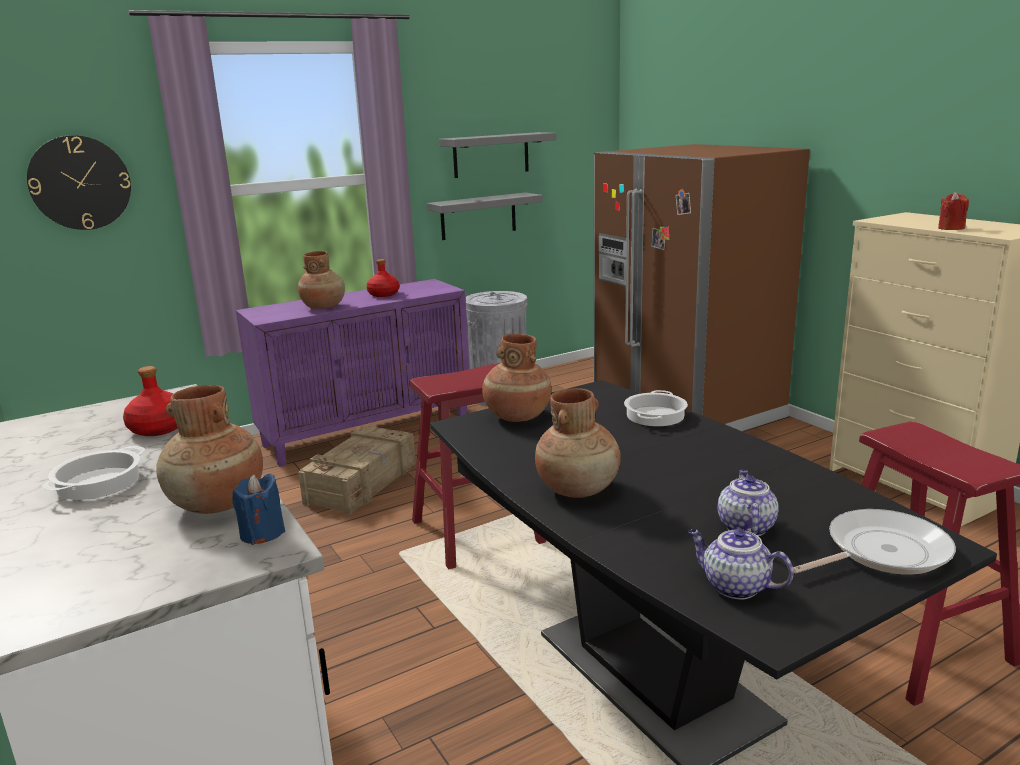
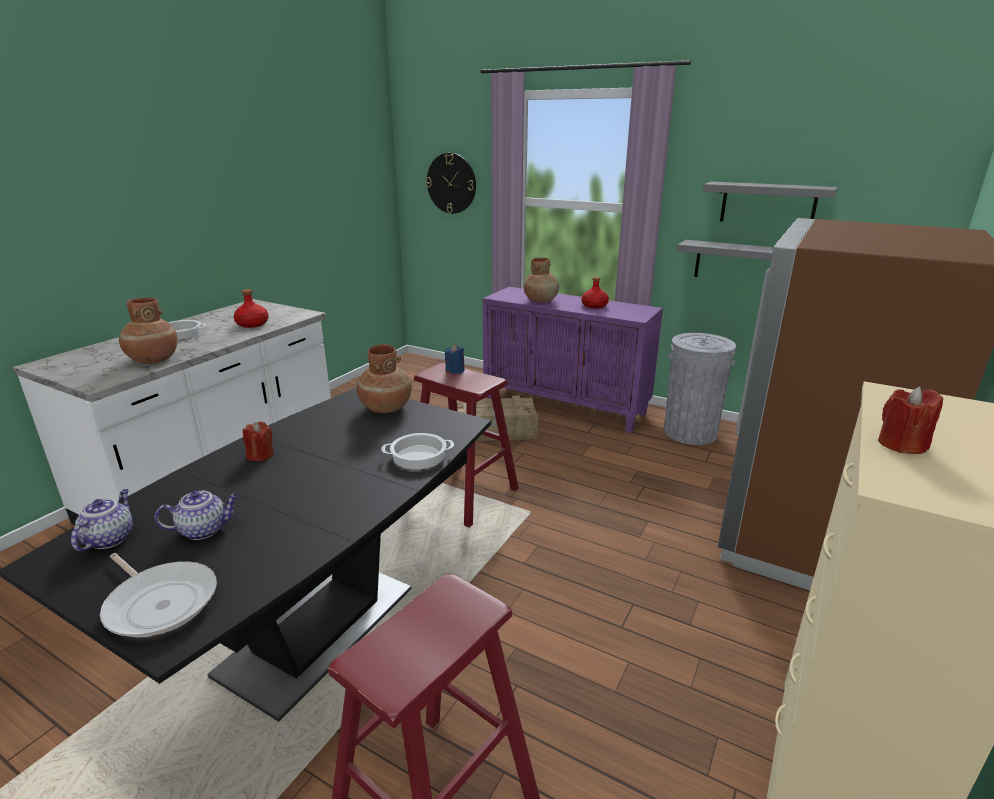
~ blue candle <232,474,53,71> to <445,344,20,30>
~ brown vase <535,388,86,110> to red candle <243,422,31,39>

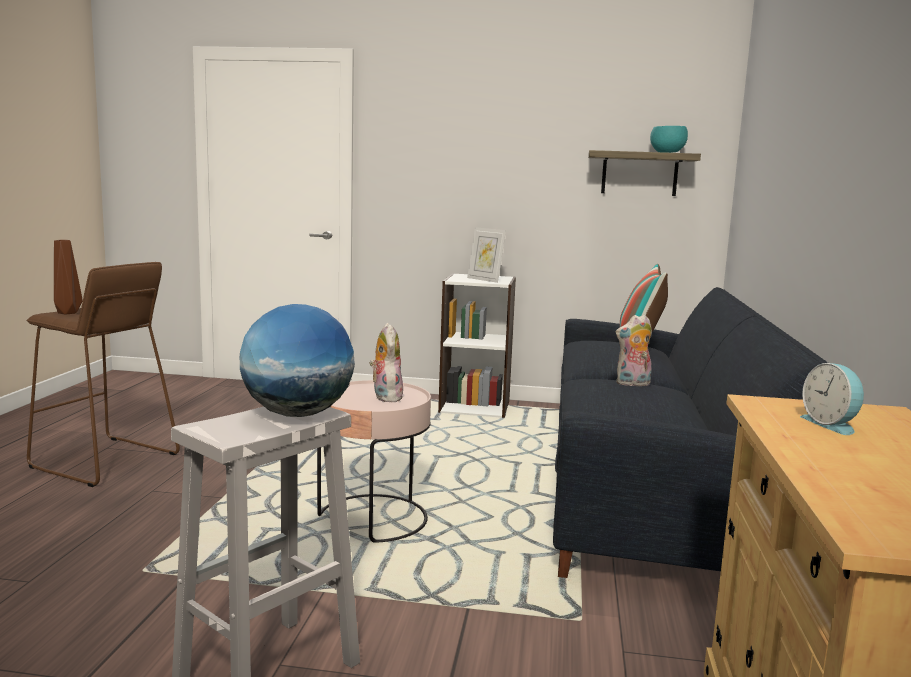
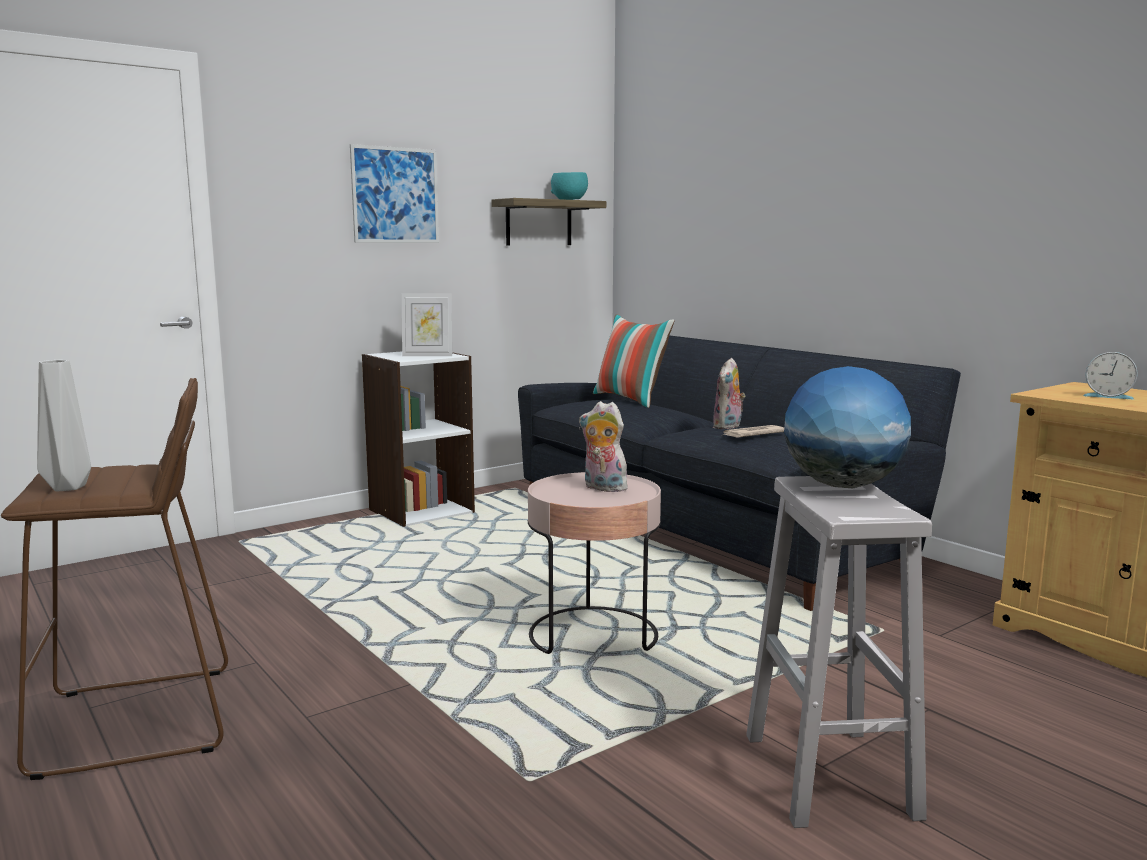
+ picture <350,144,89,99>
+ newspaper <723,425,61,13>
~ brown vase <54,240,29,74> to grey vase <37,360,54,131>

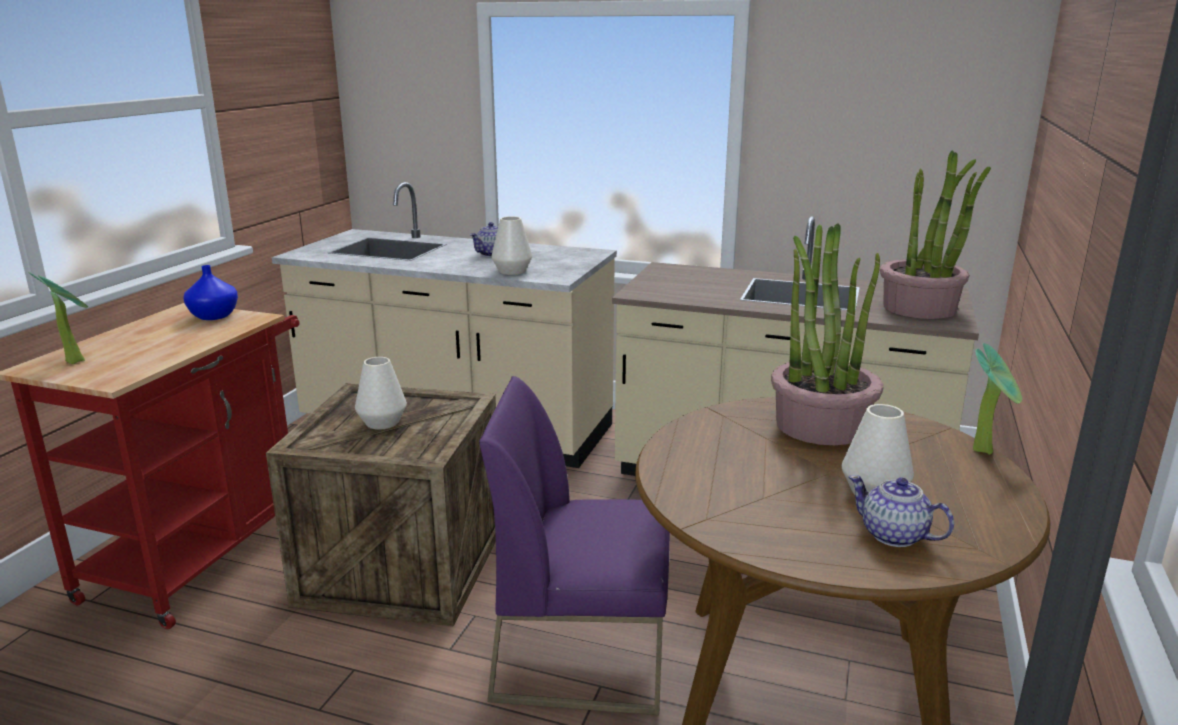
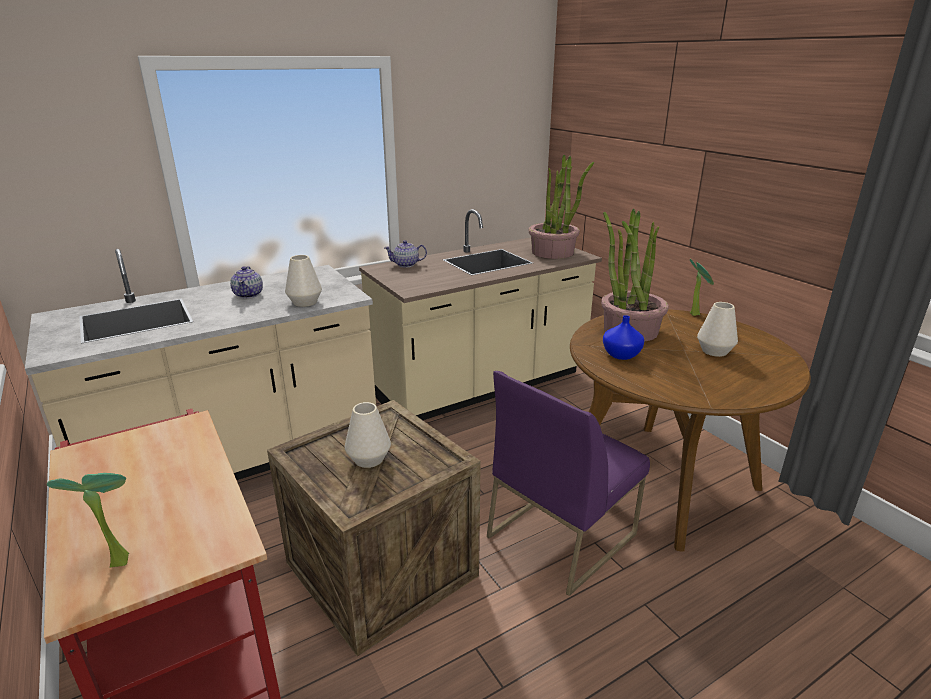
~ blue vase <183,265,55,55> to <603,315,41,45>
~ teapot <848,475,106,72> to <384,240,43,28>

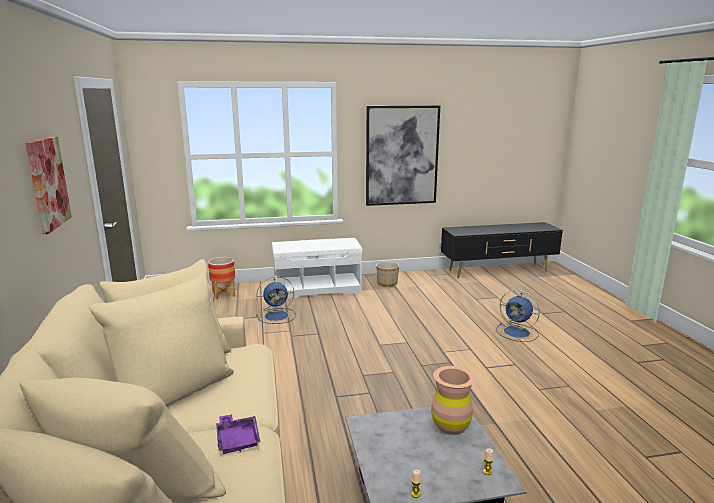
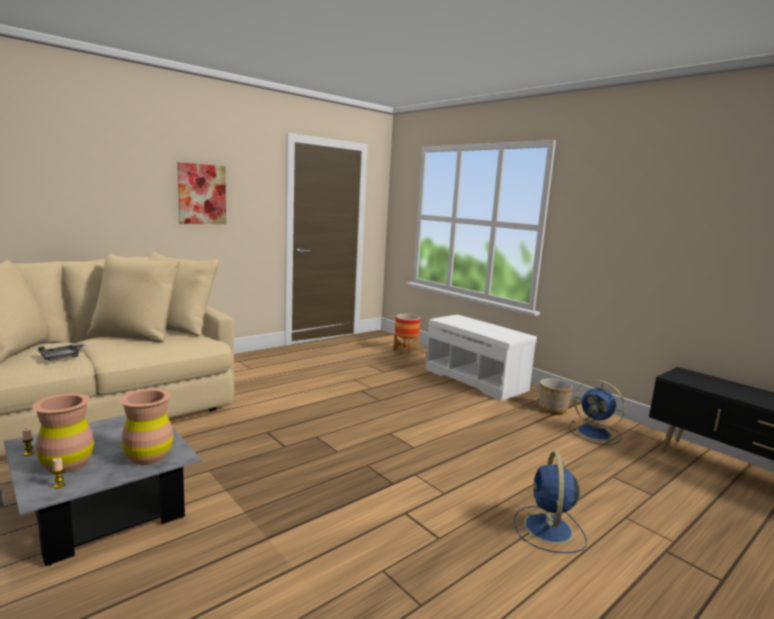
- picture <366,105,74,101>
+ brown vase <32,393,62,81>
~ blue fan <256,276,40,48> to <569,380,56,65>
~ purple tray <216,414,44,40> to grey tray <38,344,48,17>

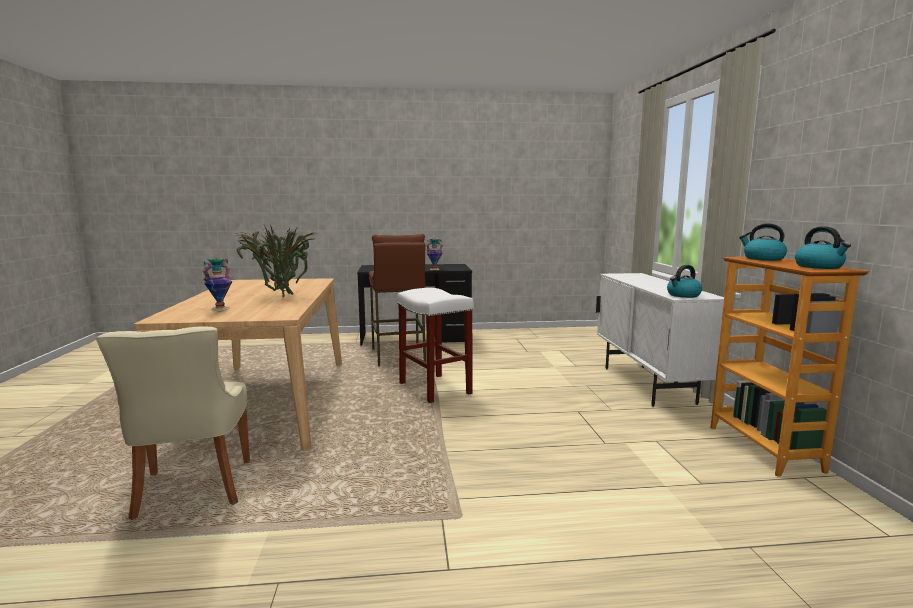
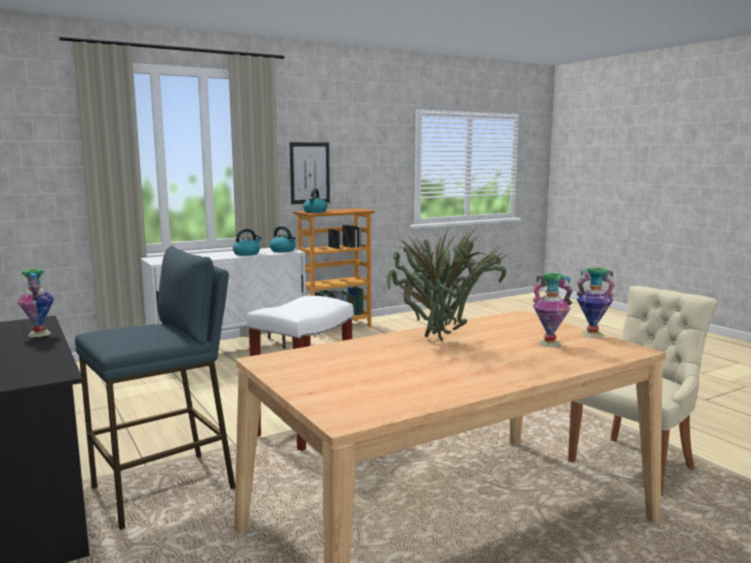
+ picture <290,142,40,62>
+ vase <577,267,39,71>
~ kettle <795,226,56,43> to <233,229,28,27>
~ brown stool <369,234,57,132> to blue stool <75,246,161,284>

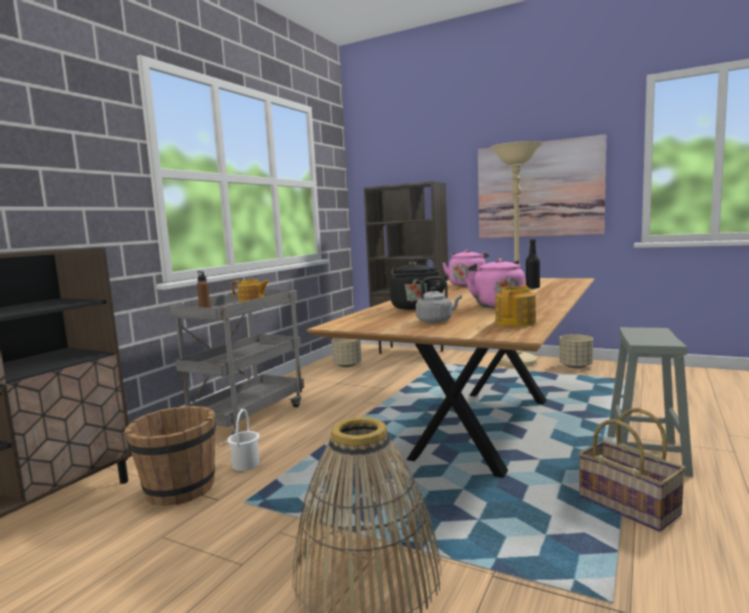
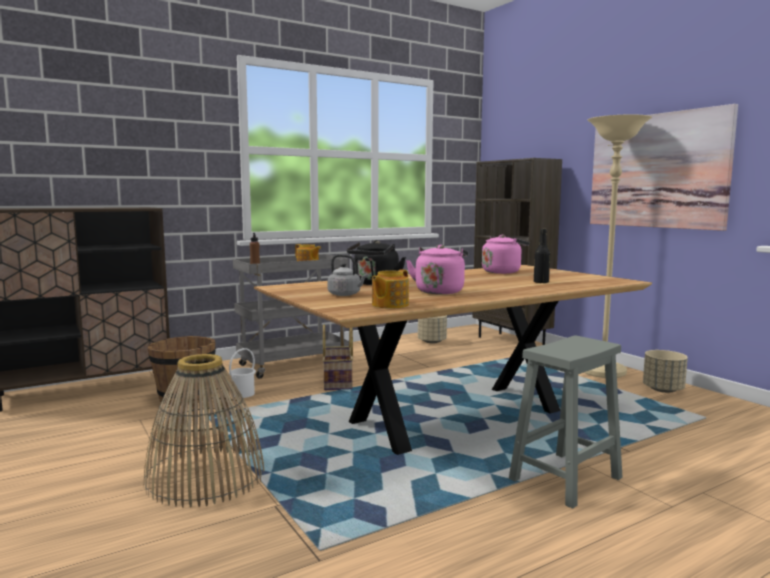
~ basket <578,408,108,124> to <323,325,30,65>
~ teapot <496,285,40,42> = <372,269,37,40> 150 degrees clockwise

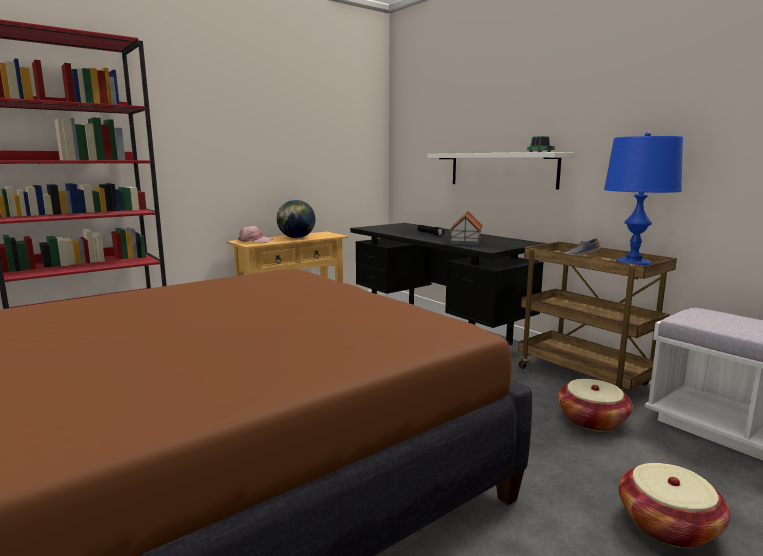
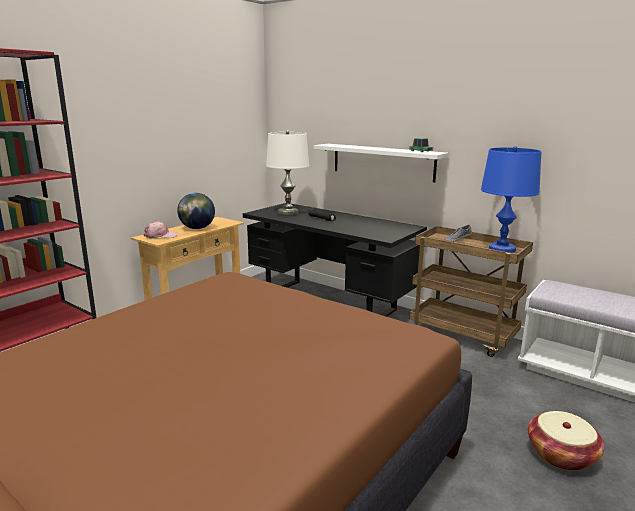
- toy house <449,211,34,34>
- basket <558,379,74,52>
+ white table lamp <266,130,43,85>

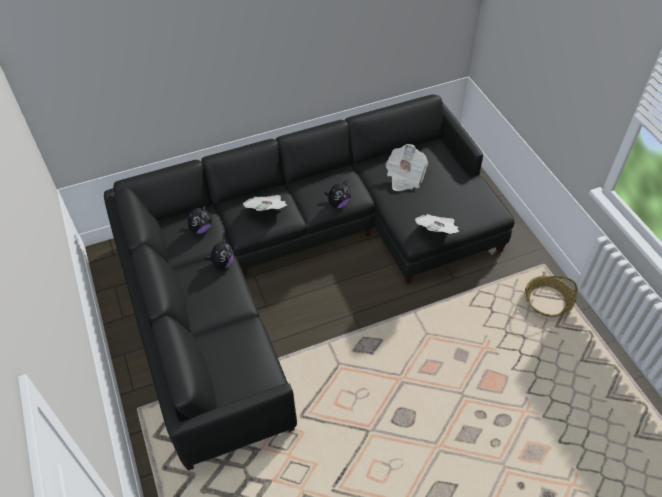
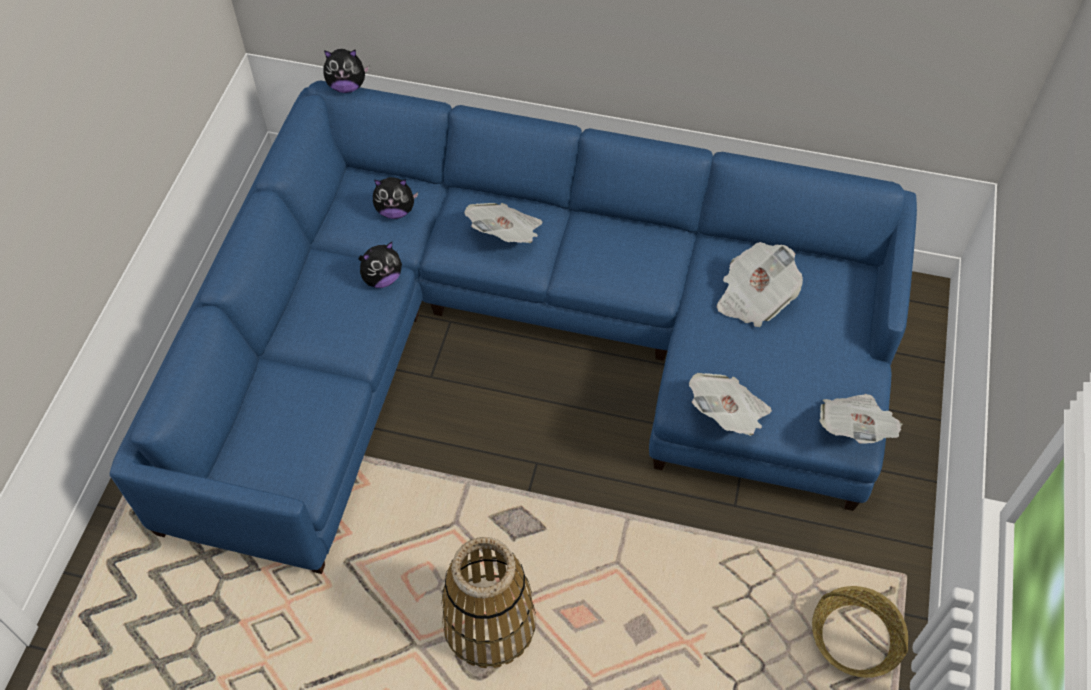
+ basket <442,537,94,131>
+ newspaper <819,394,84,50>
~ plush toy <325,180,26,28> to <324,49,45,44>
~ black sofa <104,95,411,376> to blue sofa <110,81,807,493>

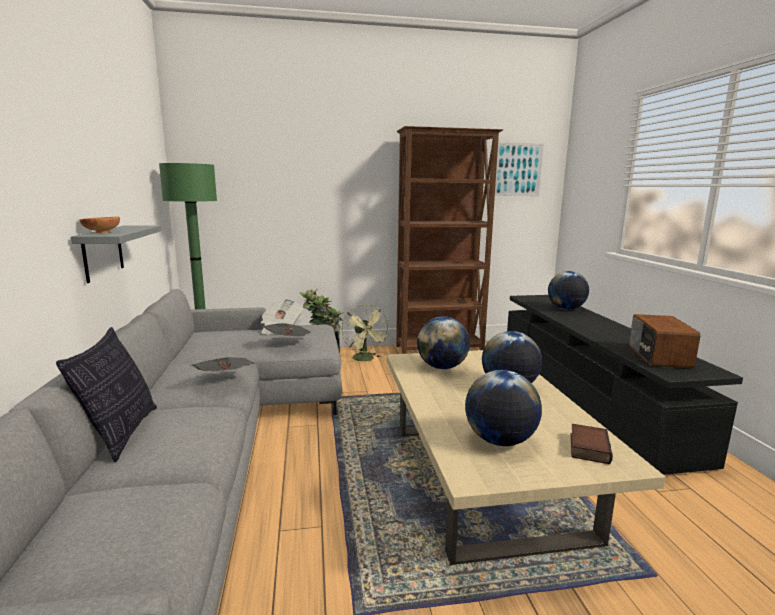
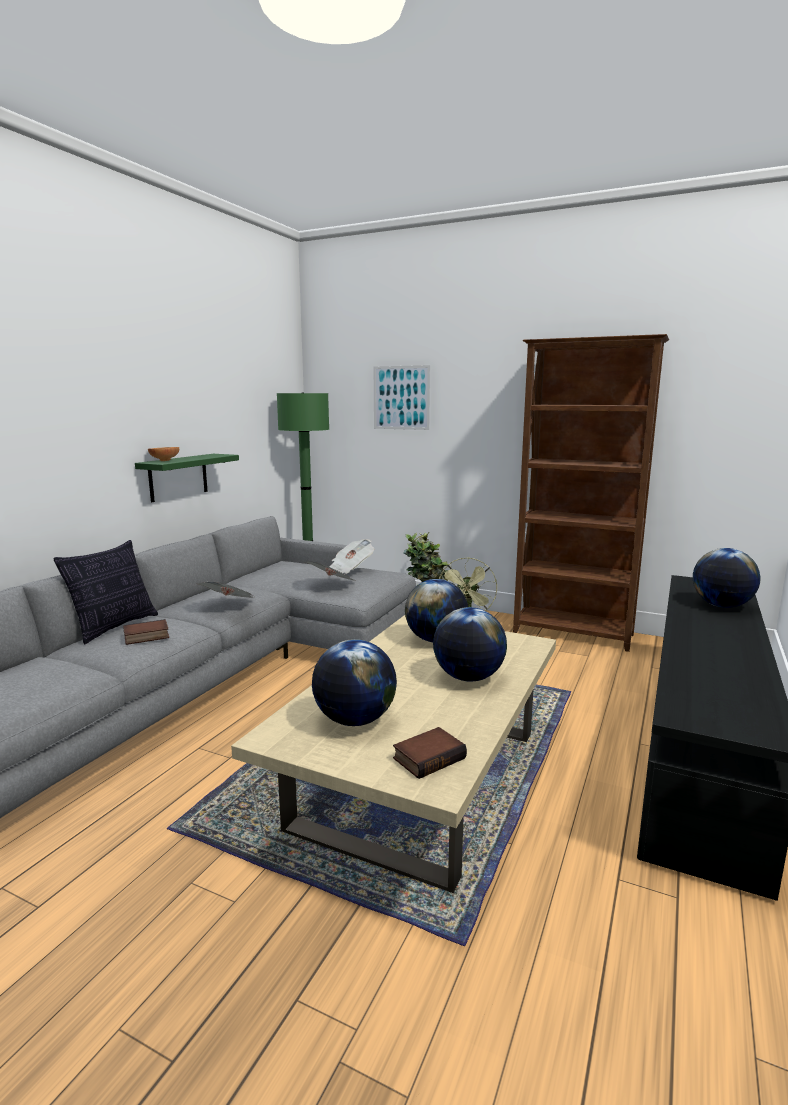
- radio <629,314,71,54>
+ book <123,619,46,26>
~ picture <495,143,49,53> to <374,365,56,65>
~ grey shelf <71,225,90,58> to green shelf <135,454,104,48>

